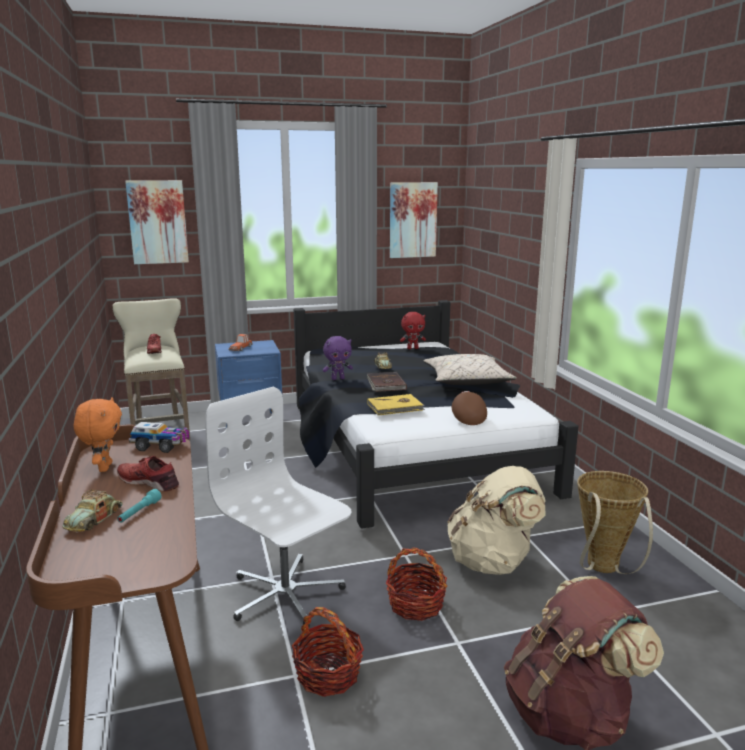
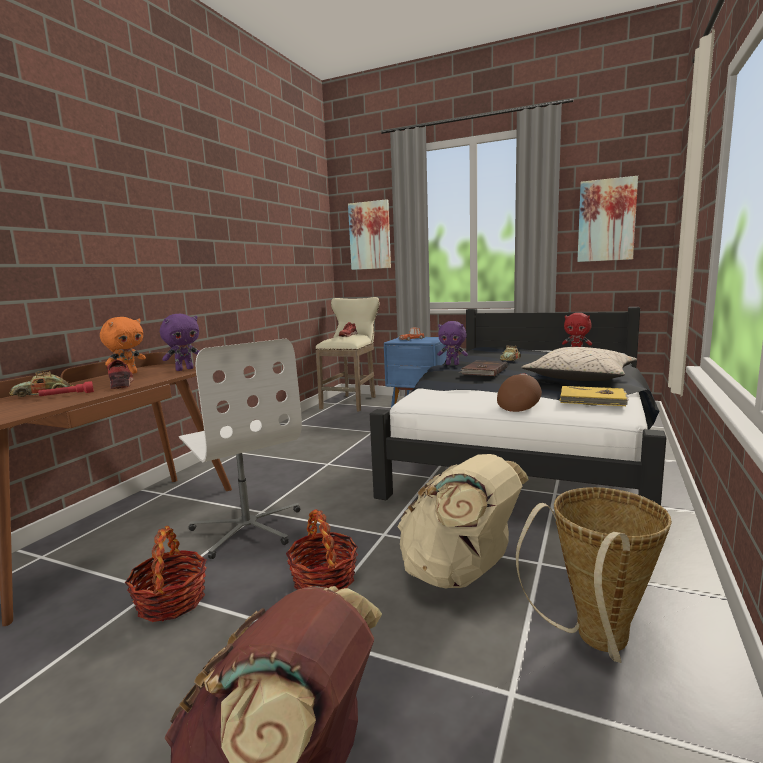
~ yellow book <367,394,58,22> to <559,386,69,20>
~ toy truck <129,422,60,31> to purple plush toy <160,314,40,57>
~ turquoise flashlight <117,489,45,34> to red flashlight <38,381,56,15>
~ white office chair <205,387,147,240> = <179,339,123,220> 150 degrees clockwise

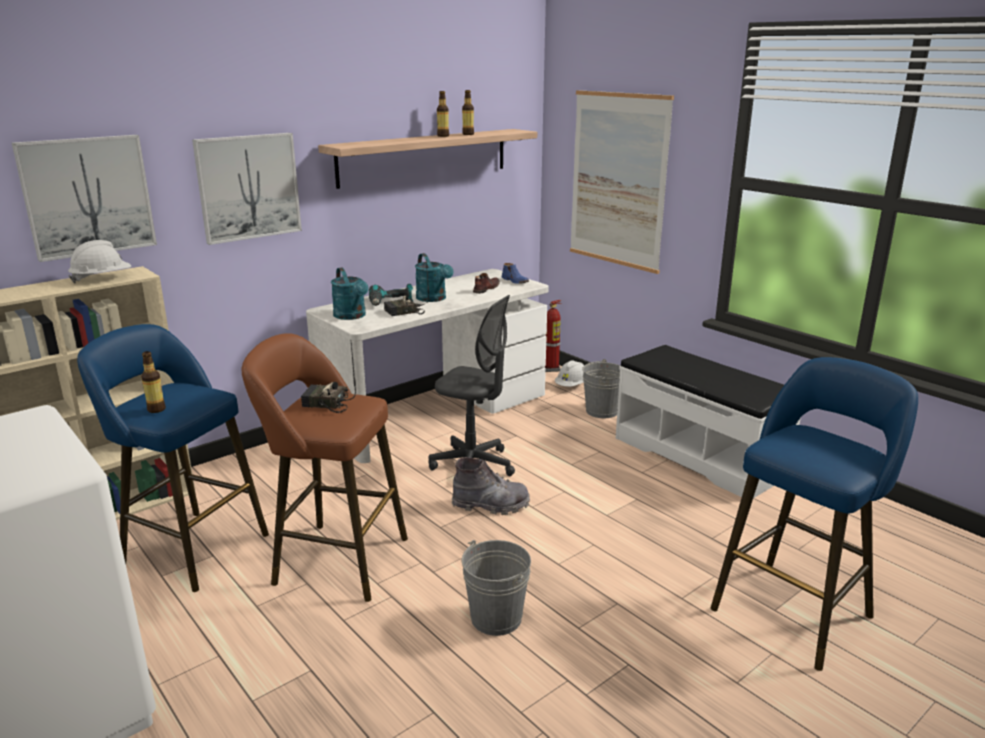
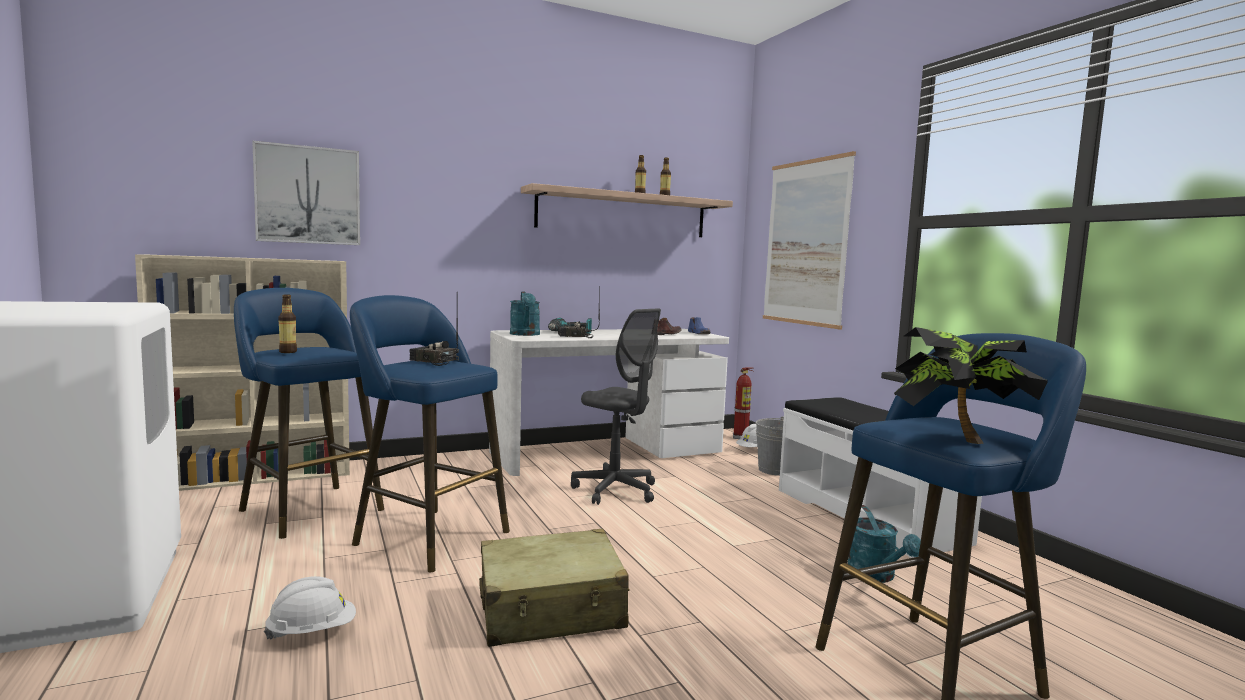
- picture <192,133,110,112>
- grey boot <452,457,78,58>
+ potted plant <894,327,154,117>
~ white hard hat <68,240,63,44> to <264,576,92,63>
~ turquoise watering can <415,253,39,49> to <847,505,74,78>
~ grey bucket <462,540,69,96> to beige suitcase <479,529,151,118>
~ brown stool <241,333,167,269> to blue stool <350,295,160,277>

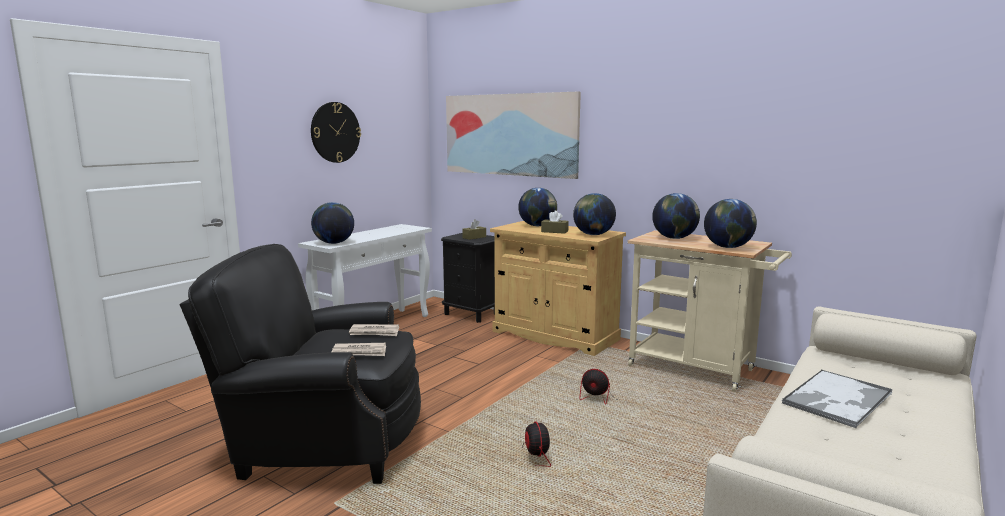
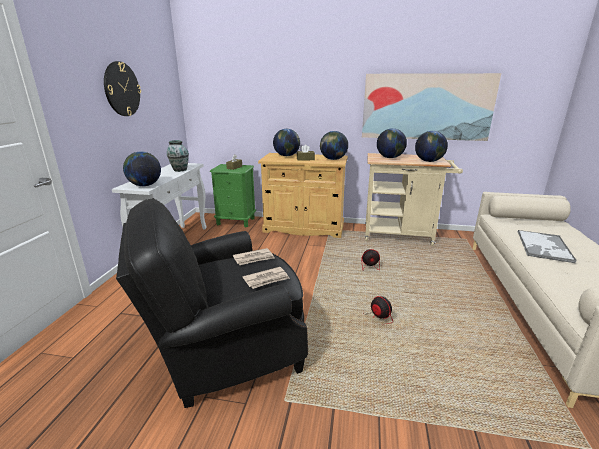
+ vase <167,140,22,32>
~ picture <446,92,135,87> to <362,73,139,68>
~ black nightstand <441,233,54,90> to green nightstand <210,164,46,63>

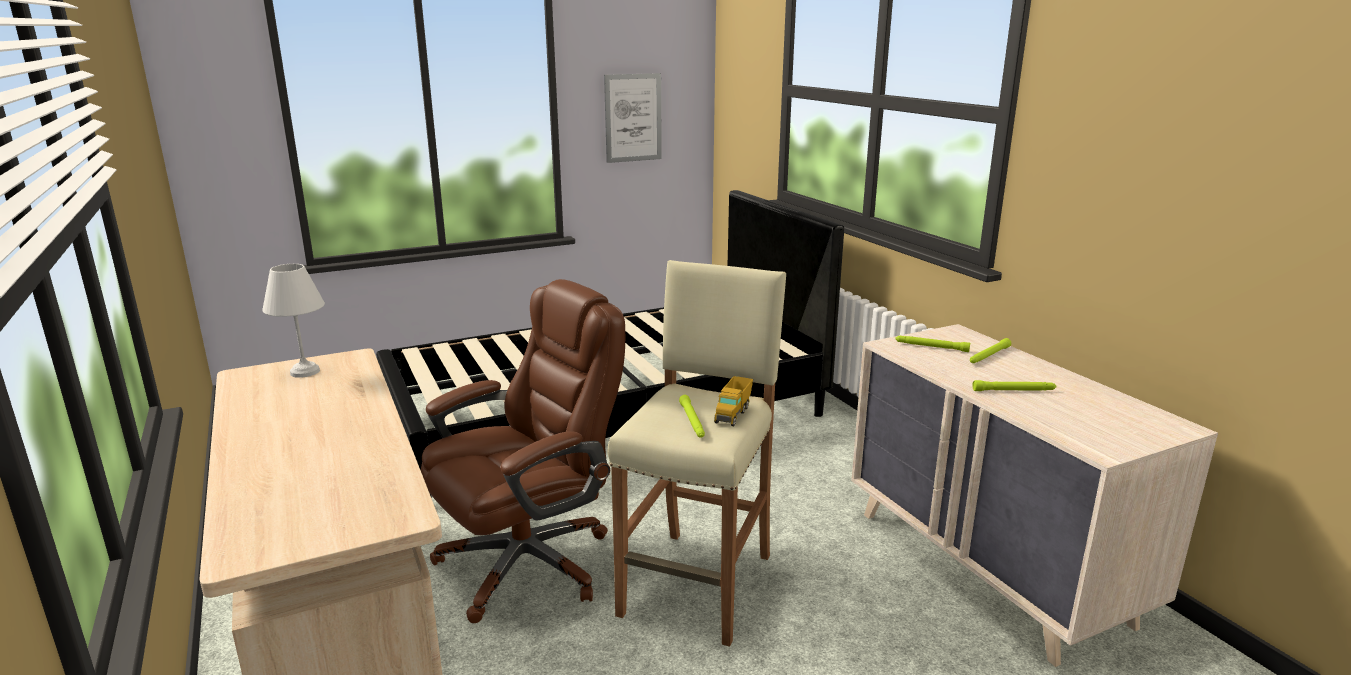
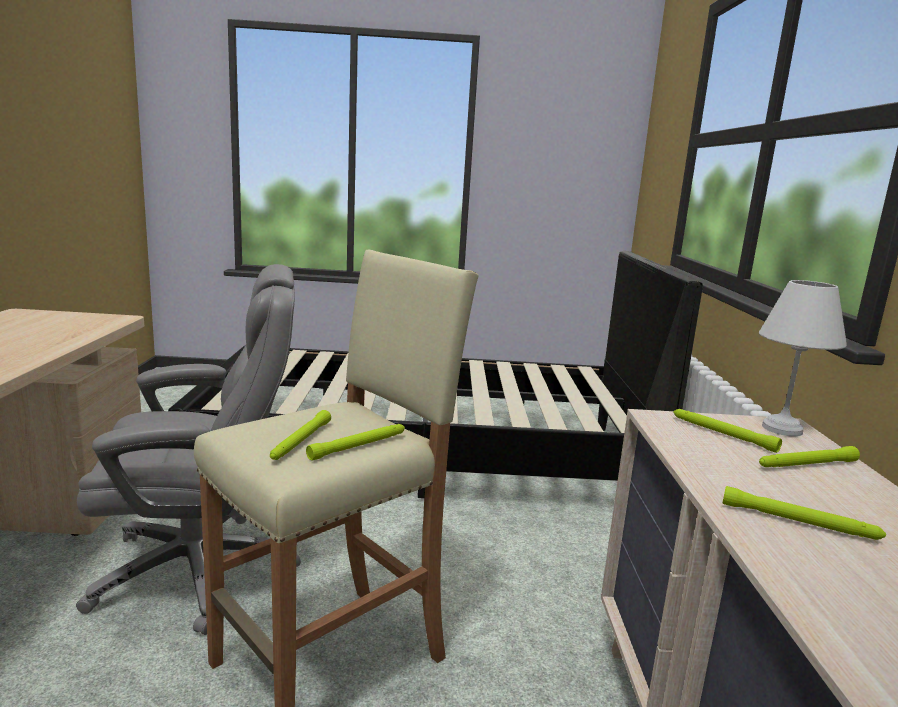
- picture <604,73,58,90>
~ white table lamp <262,264,63,114> to <759,280,88,156>
~ toy truck <714,376,39,50> to green flashlight <306,424,99,37>
~ brown office chair <421,279,204,344> to grey office chair <76,264,225,371>

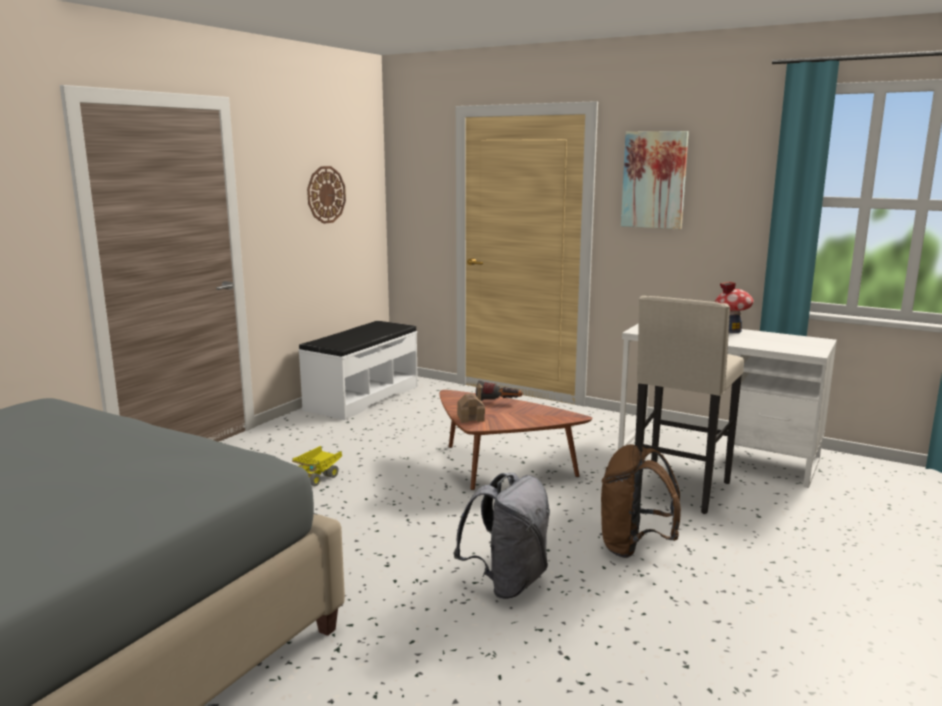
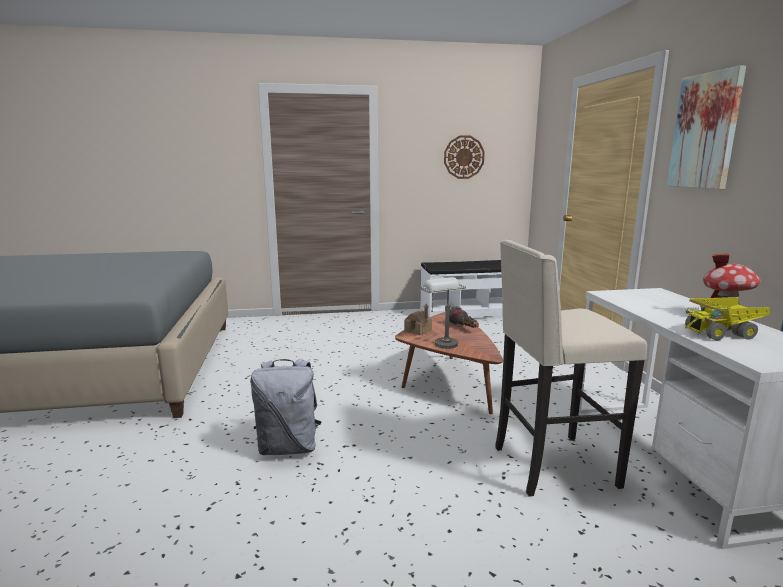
- brown backpack <601,444,80,114>
+ grey table lamp <421,277,45,72>
~ toy truck <292,446,50,40> to <684,297,86,44>

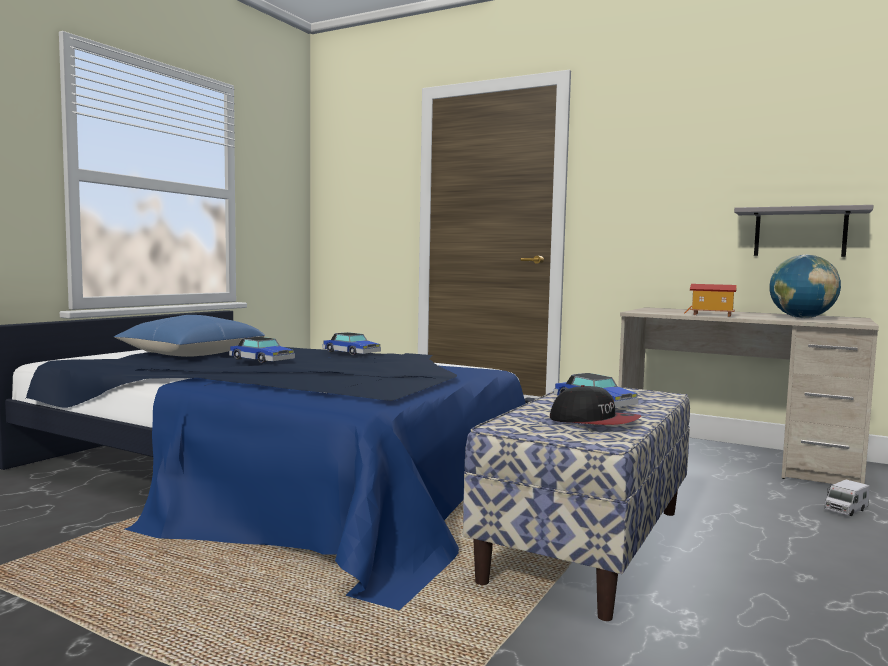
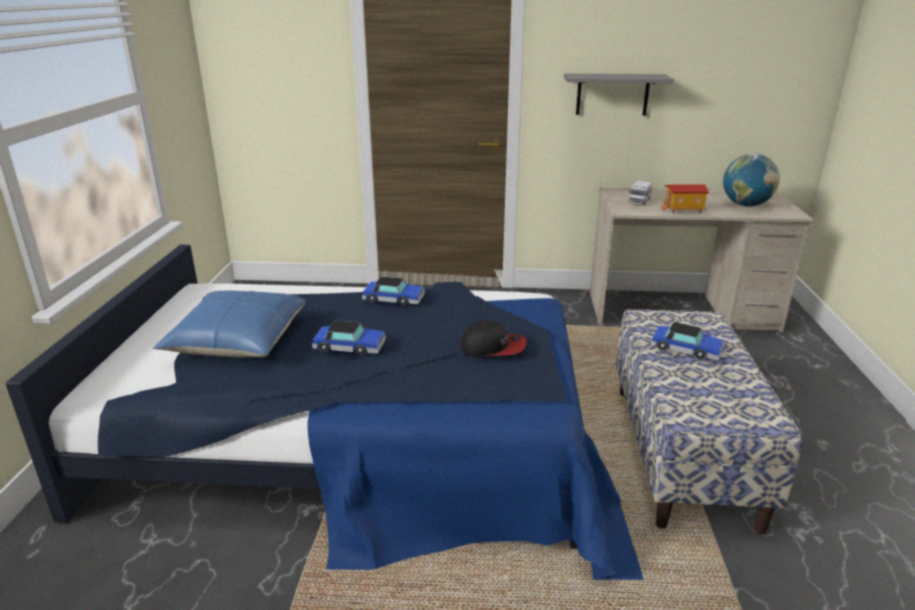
~ cap <550,385,91,40> to <460,320,67,36>
~ grey shelf <734,205,140,52> to <564,74,110,42>
~ toy truck <824,480,45,36> to <628,181,24,24>

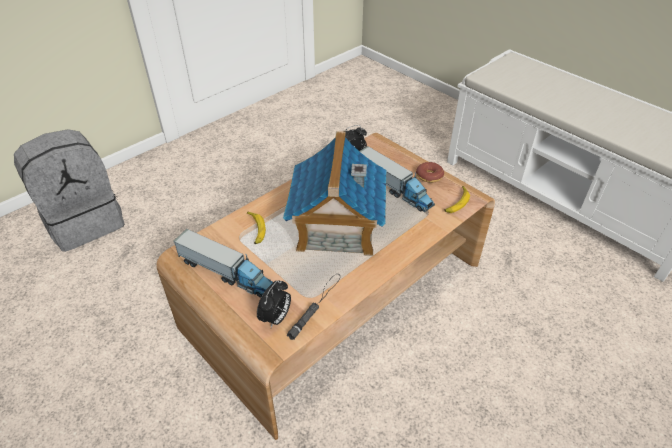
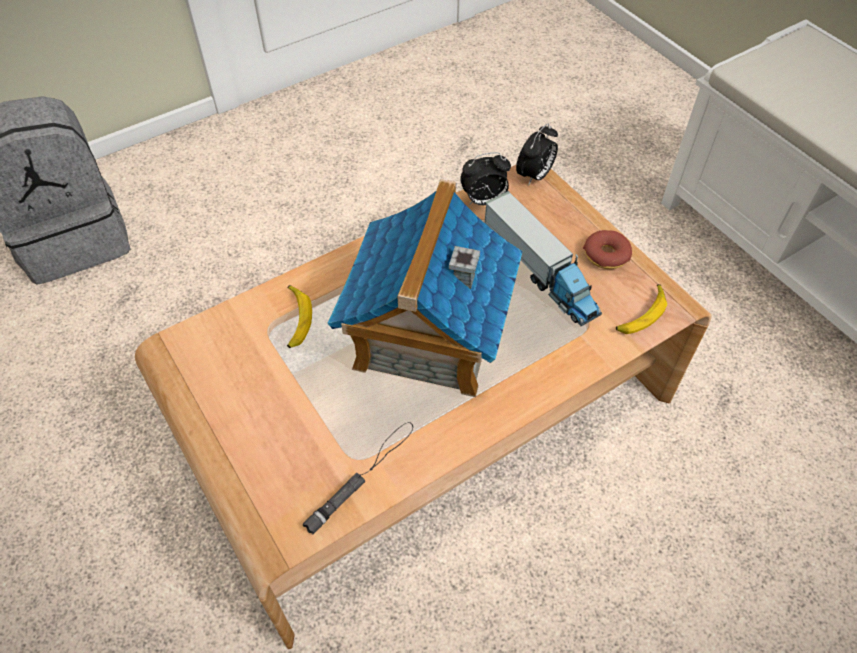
- toy truck <174,229,99,69>
~ alarm clock <257,280,34,48> to <516,123,42,63>

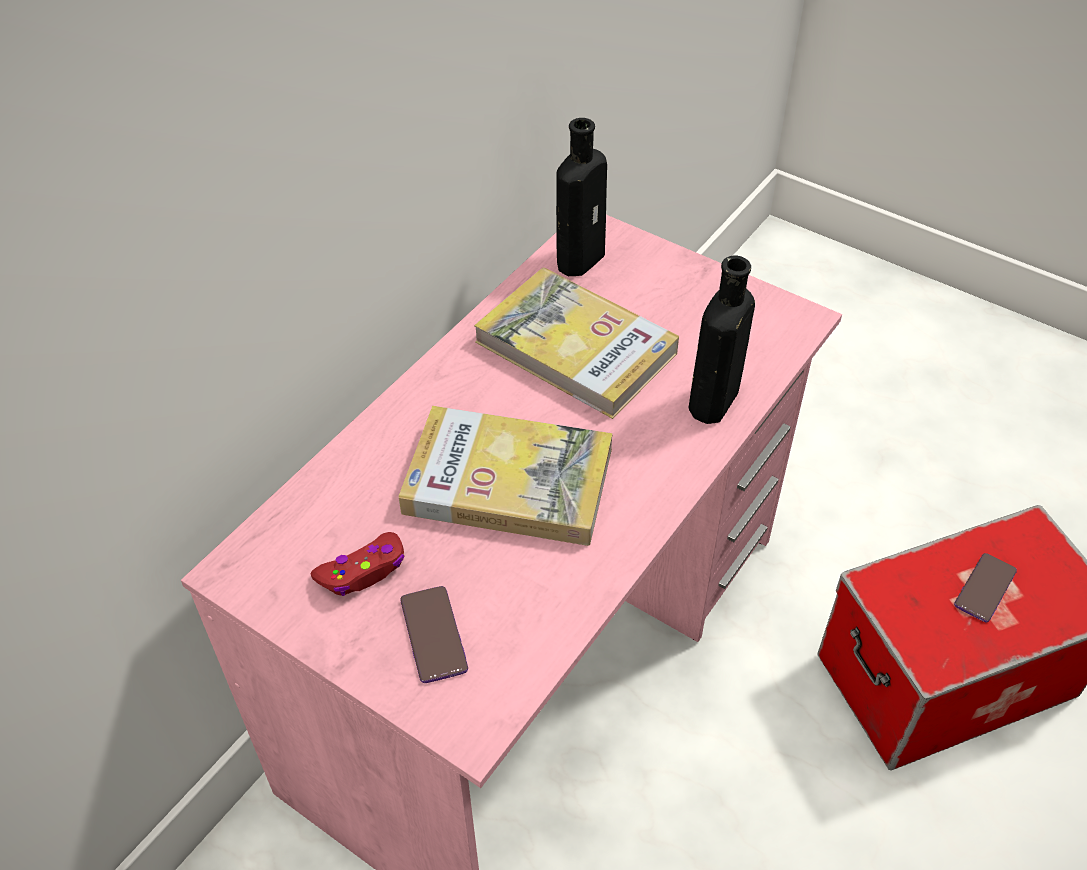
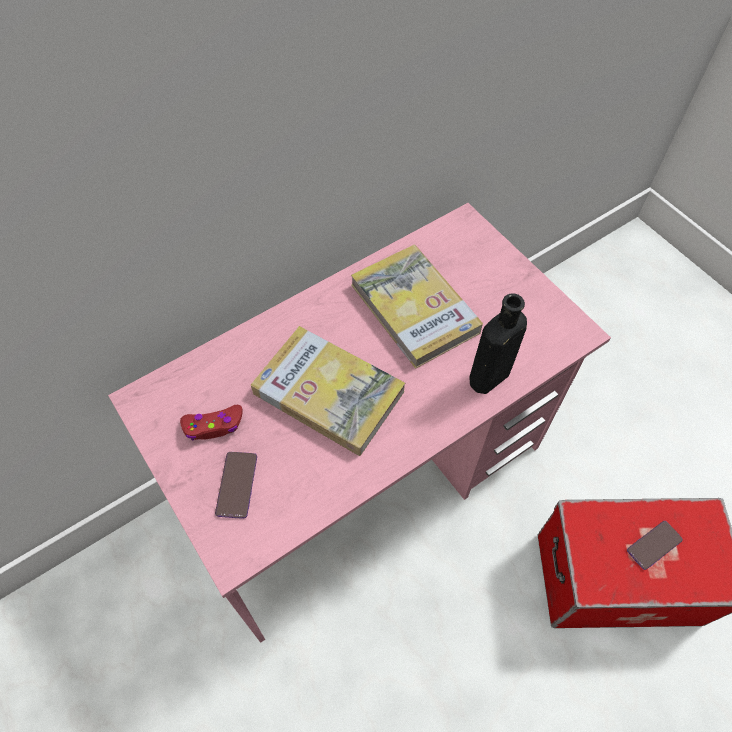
- black bottle <556,118,51,158>

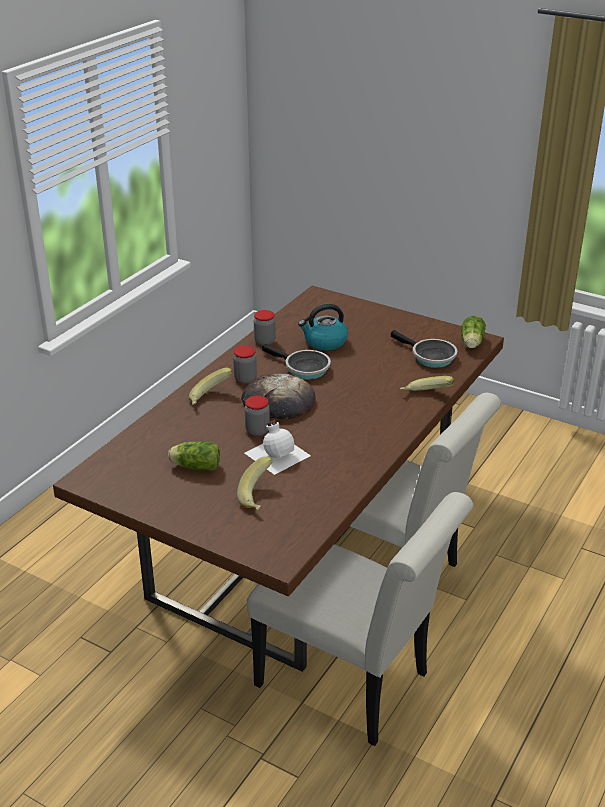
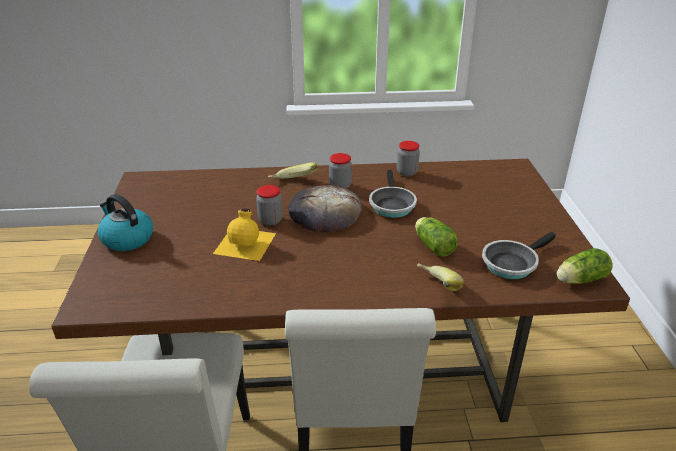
- banana <237,457,36,53>
~ lettuce <168,441,52,30> to <415,217,43,40>
~ kettle <298,304,50,47> to <98,194,55,57>
~ white bottle <245,420,66,55> to yellow bottle <213,208,63,53>
~ frying pan <391,330,66,38> = <482,232,74,47> 45 degrees clockwise

